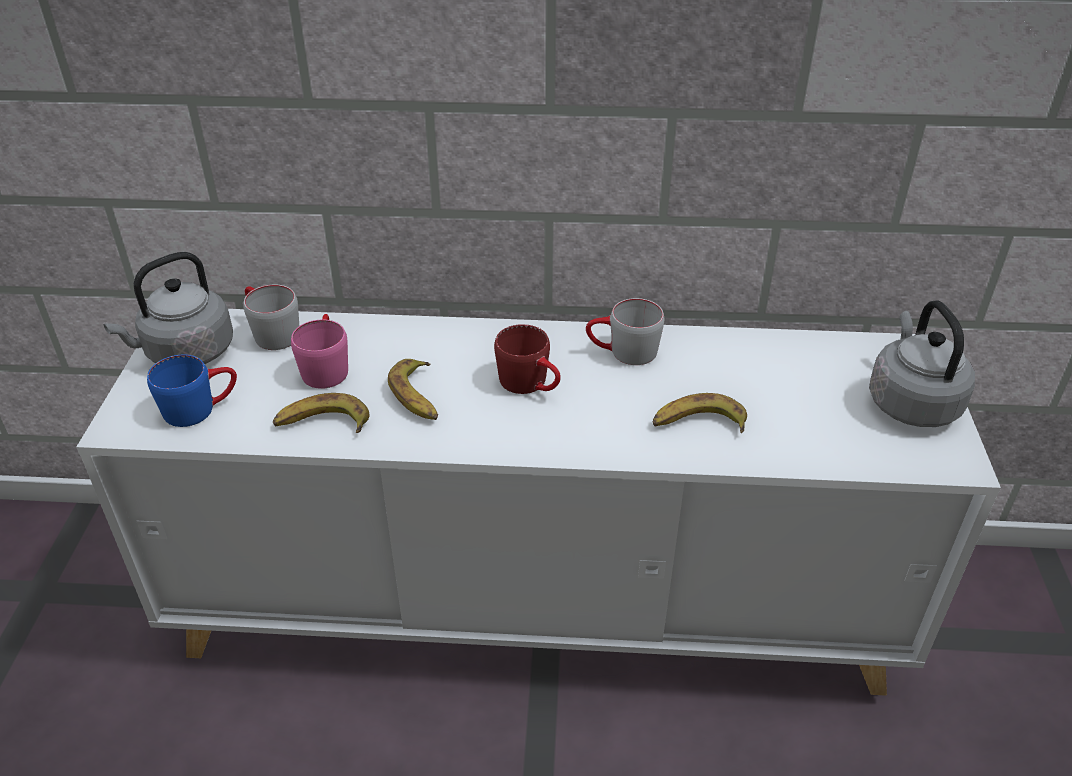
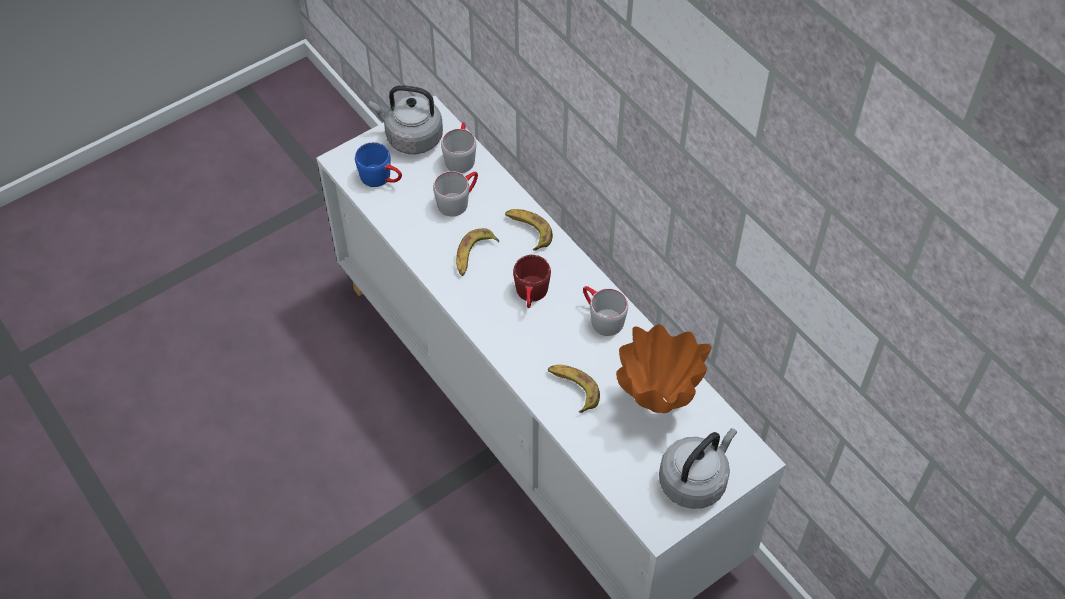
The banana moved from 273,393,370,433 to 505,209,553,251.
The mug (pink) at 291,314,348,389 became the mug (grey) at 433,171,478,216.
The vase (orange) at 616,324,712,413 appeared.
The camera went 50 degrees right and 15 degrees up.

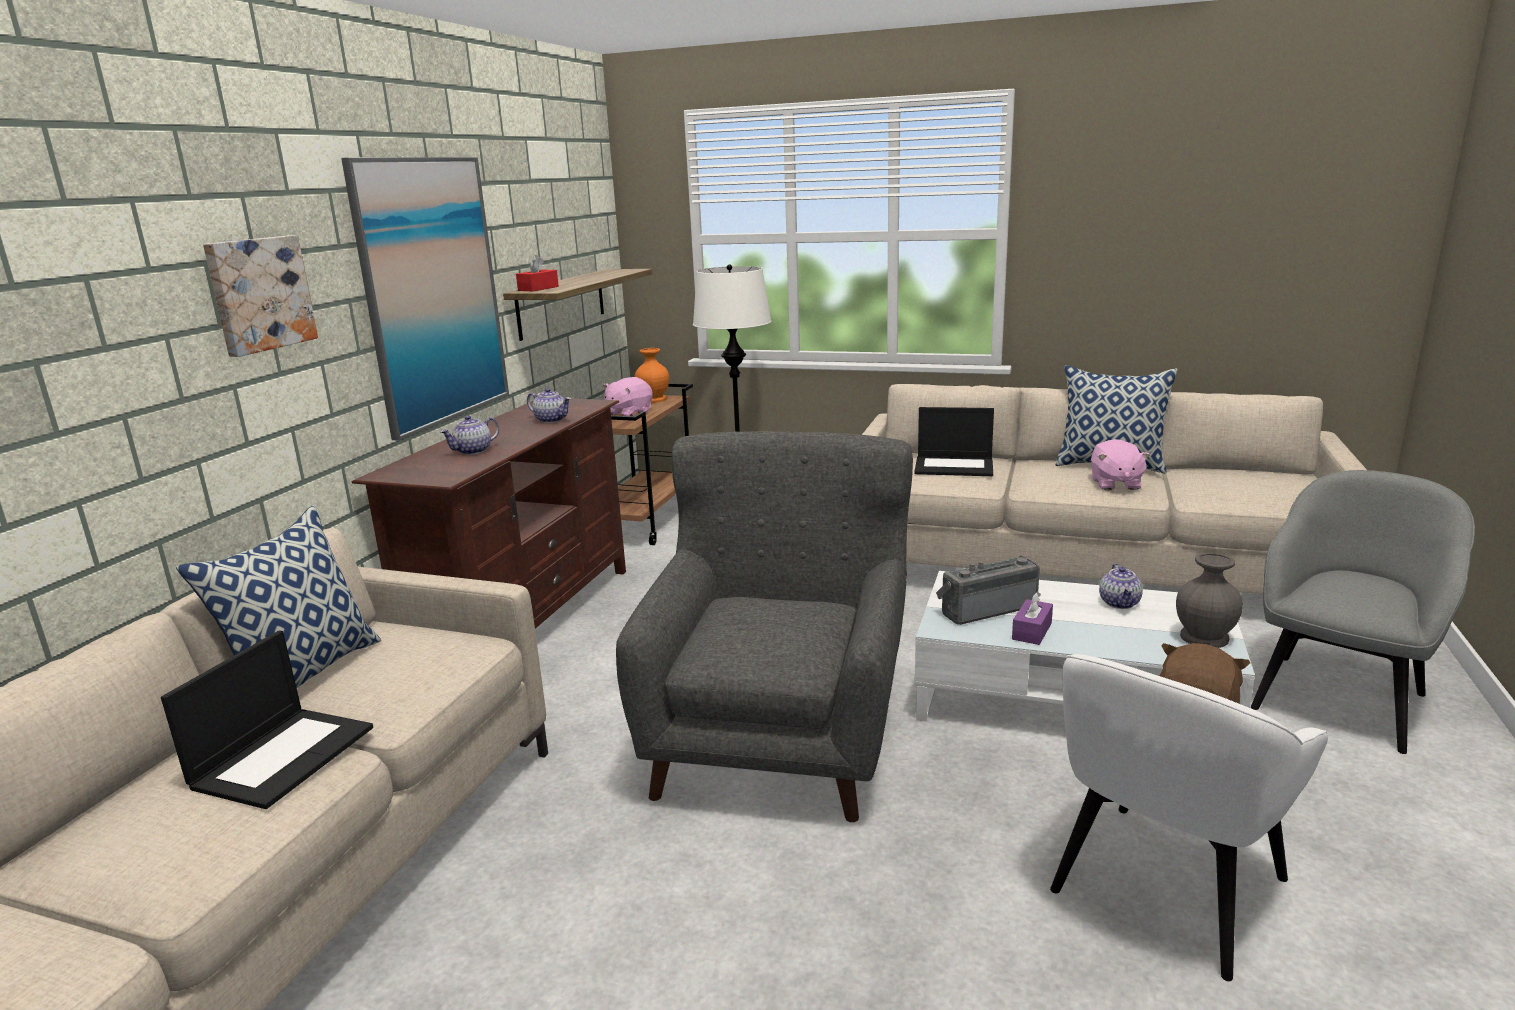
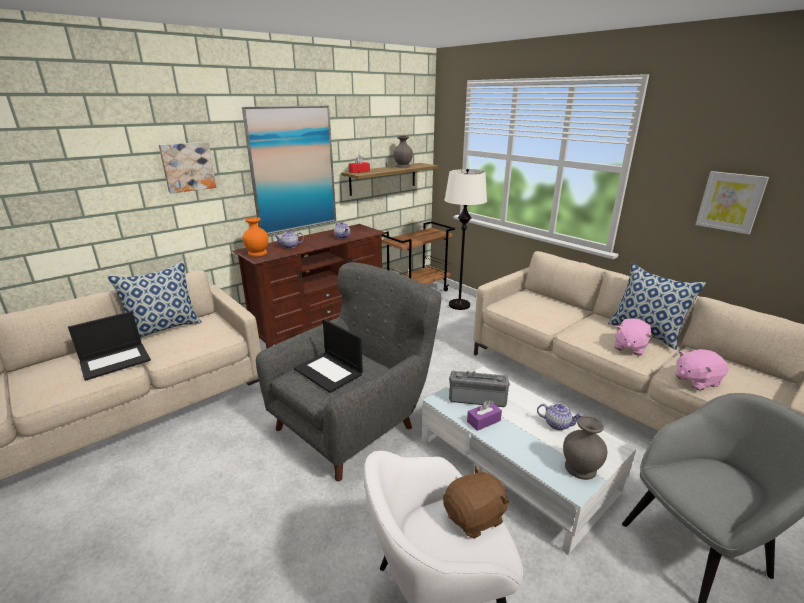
The plush toy (pink) moved from 603,377,653,416 to 675,349,729,391.
The vase (orange) moved from 635,348,669,403 to 242,217,268,256.
The laptop moved from 914,407,994,476 to 294,319,363,393.
The teapot at 1099,563,1143,609 turned 105 degrees counterclockwise.
The vase (grey) at 393,136,413,168 appeared.
The picture at 695,171,769,234 appeared.
The camera went 30 degrees right and 5 degrees up.

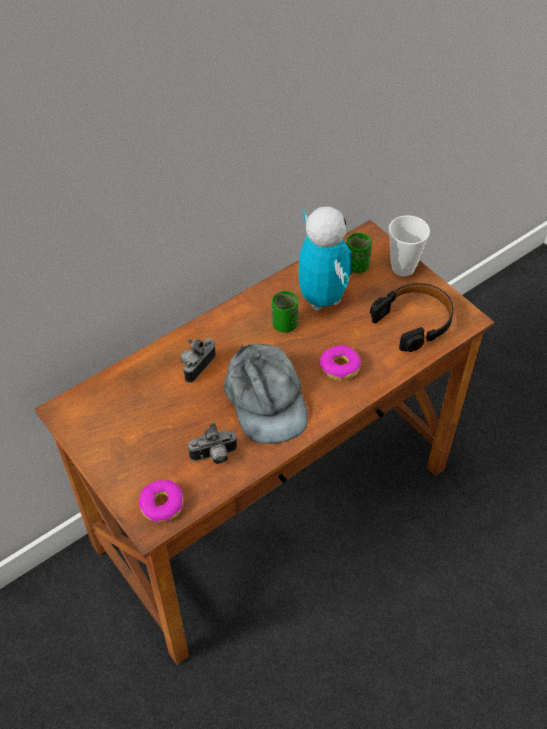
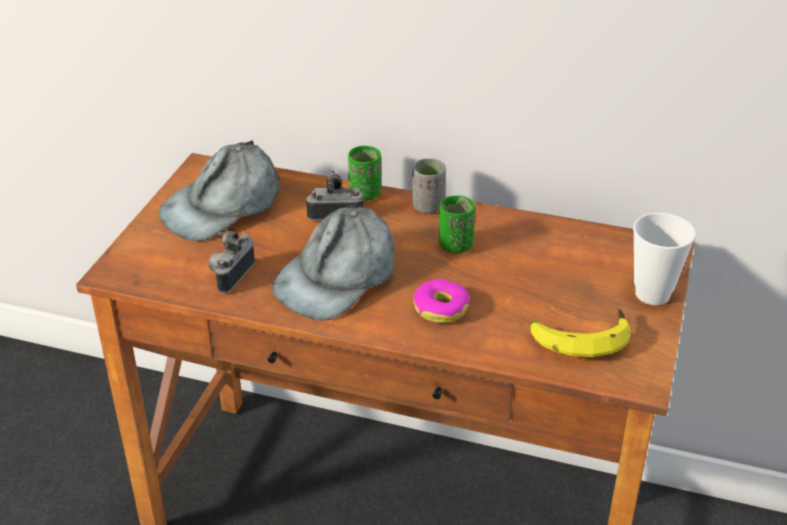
The donut at 139,480,183,522 disappeared.
The photo camera at 188,423,238,464 turned 75 degrees clockwise.
The toy robot at 298,206,352,311 disappeared.
The cup (green) moved from 347,233,372,273 to 348,146,381,200.
The headphones (black) at 370,283,454,352 was replaced by the banana at 531,308,631,357.
The cap (grey) at 159,140,280,241 appeared.
The cup (grey) at 412,158,446,214 appeared.
The camera went 55 degrees right and 15 degrees down.

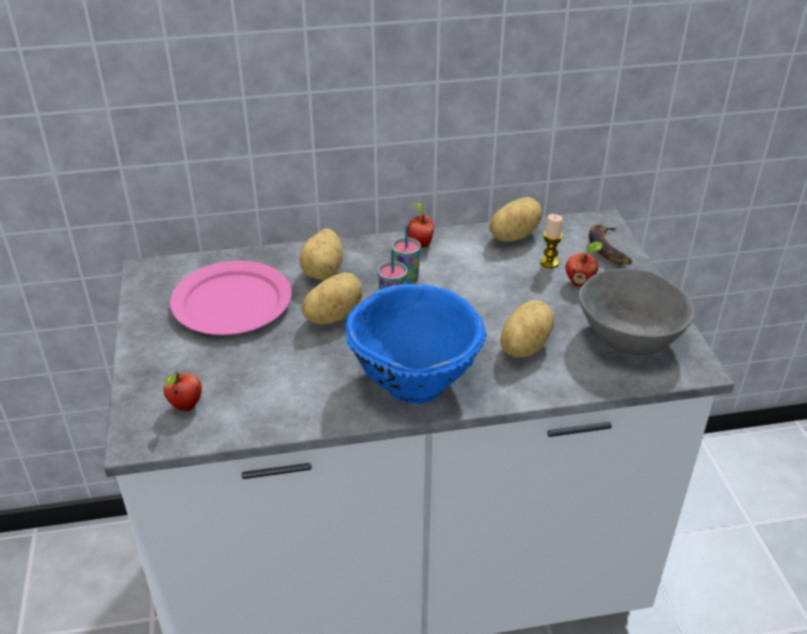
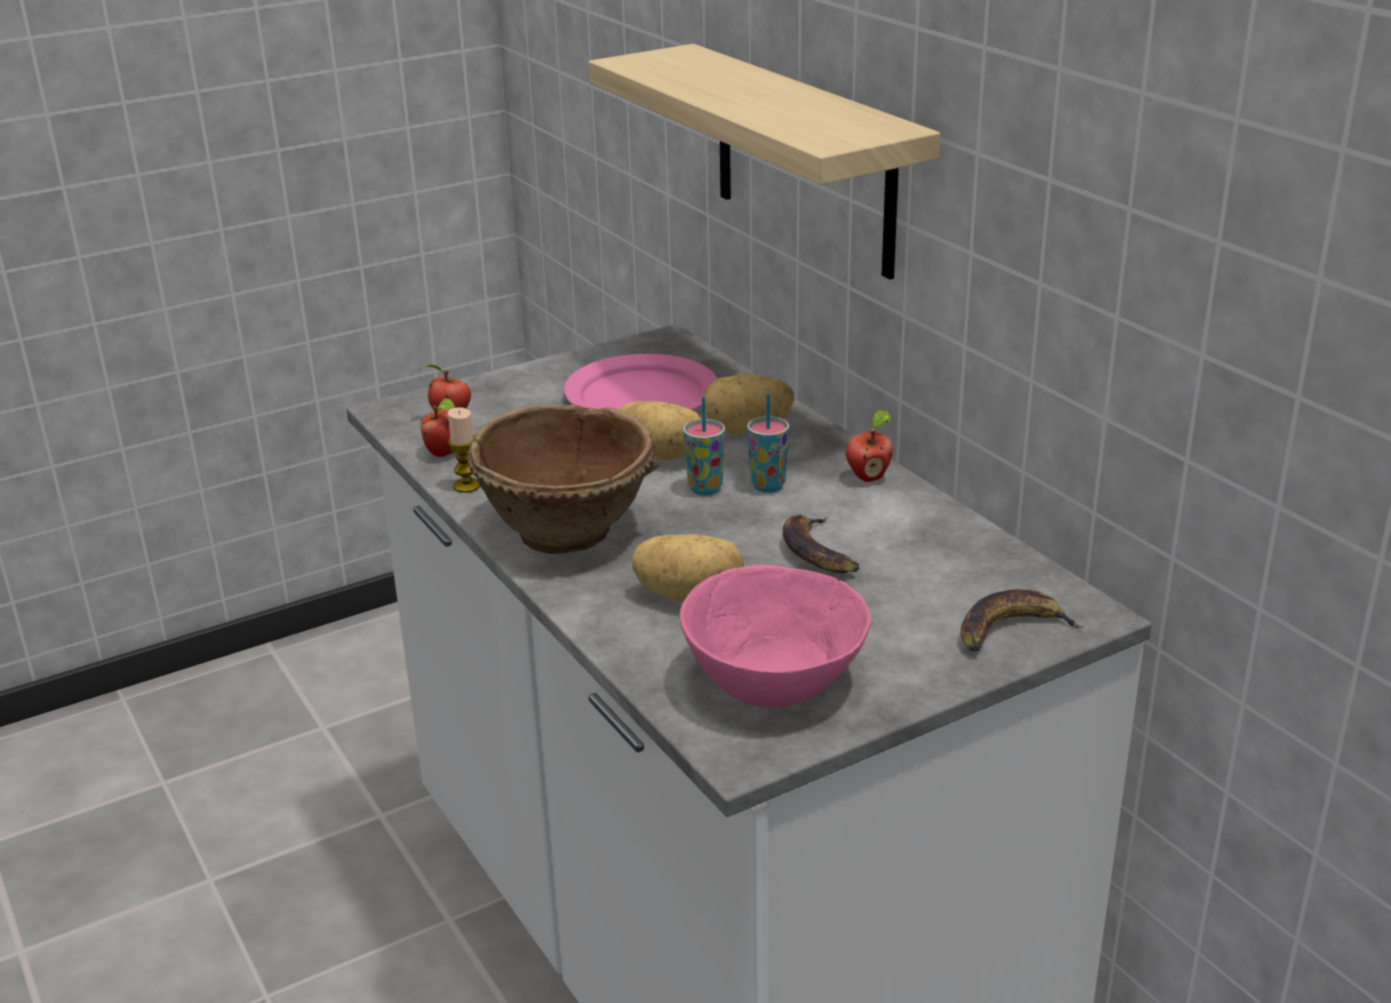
The bowl (blue) at 345,284,487,404 became the bowl (brown) at 467,404,659,554.
The potato at 489,197,542,242 disappeared.
The candle moved from 540,214,563,268 to 448,407,481,493.
The apple moved from 566,242,603,286 to 421,398,455,457.
The bowl (grey) at 579,268,695,355 became the bowl (pink) at 680,565,871,708.
The shelf at 588,44,940,280 appeared.
The banana at 783,515,859,573 appeared.
The camera went 70 degrees right and 10 degrees down.

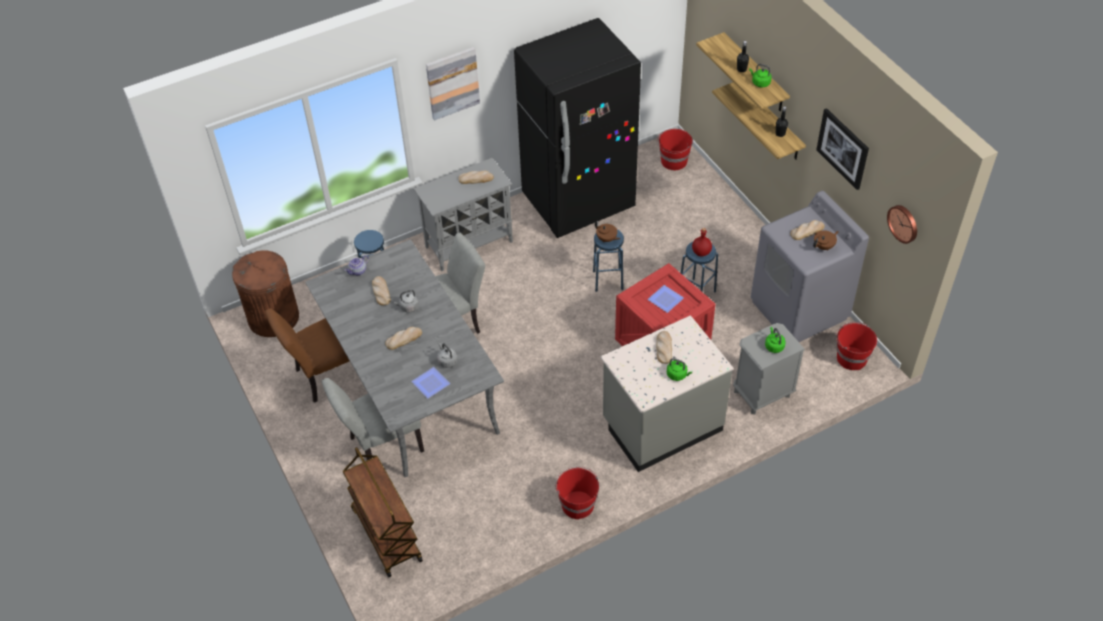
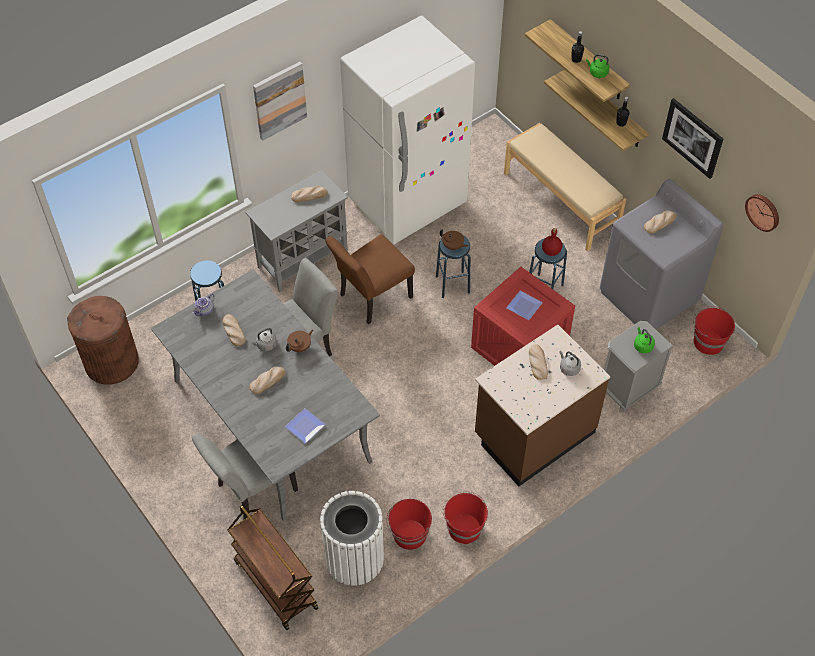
The chair (brown) moved from 265,308,350,403 to 325,234,415,324.
The kettle (grey) moved from 437,343,458,368 to 559,351,581,376.
The fridge (black) at 514,18,641,238 became the fridge (white) at 340,16,475,244.
The counter (grey) at 601,315,733,472 became the counter (brown) at 475,325,610,486.
The bucket (red) moved from 657,129,693,170 to 387,499,432,550.
The kettle (green) at 667,358,692,381 disappeared.
The teapot (brown) moved from 813,231,839,251 to 286,330,313,352.
The trash can (white) at 320,491,384,586 appeared.
The bench (beige) at 504,123,626,251 appeared.
The camera went 10 degrees left and 5 degrees up.

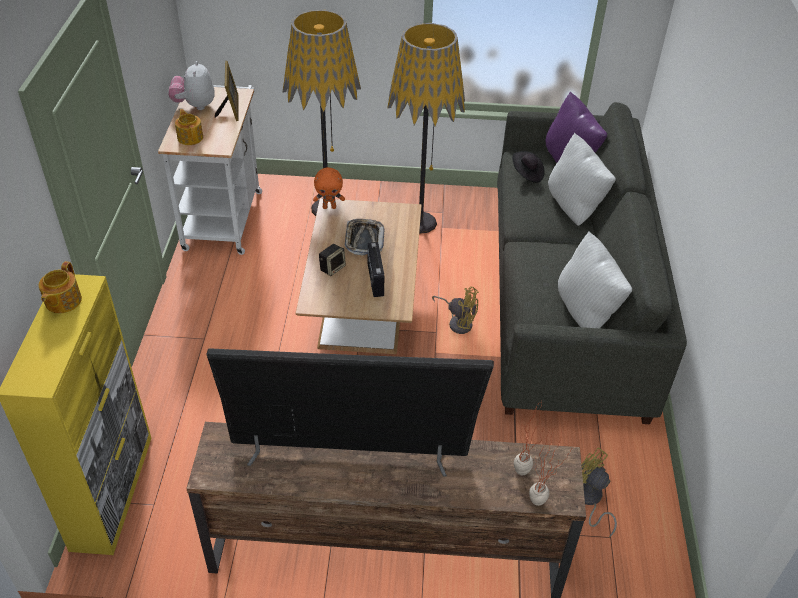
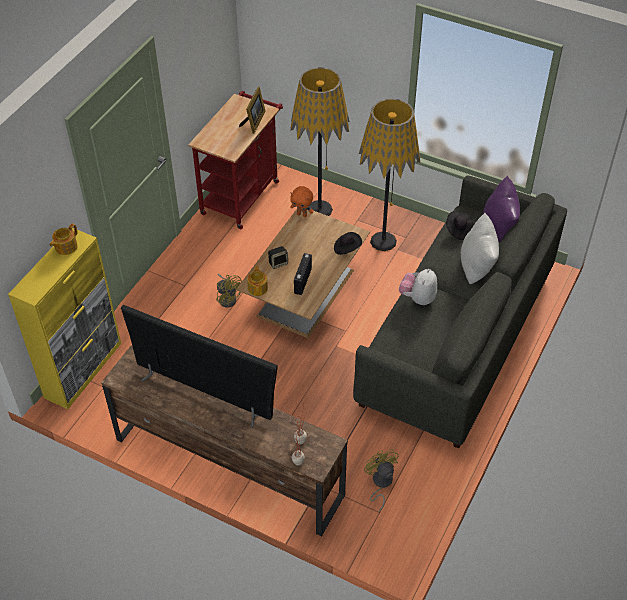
The cart (white) at 158,85,262,255 became the cart (red) at 188,91,283,229.
The plush toy moved from 168,61,215,110 to 399,269,437,305.
The teapot moved from 175,109,203,145 to 247,265,268,296.
The tray at 345,219,384,256 disappeared.
The fan (yellow) moved from 432,287,479,334 to 216,273,242,307.
The pillow (white) at 558,231,632,328 disappeared.
The hat (black) at 334,232,362,255 appeared.
The camera went 25 degrees right and 5 degrees up.

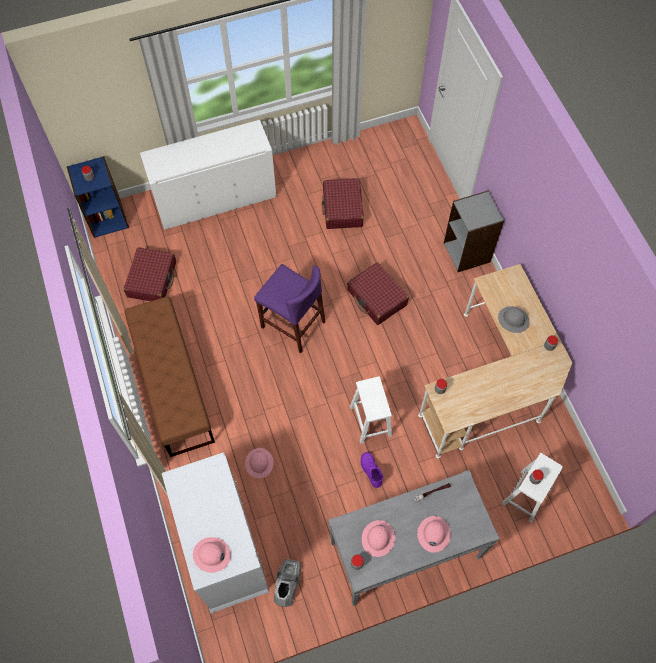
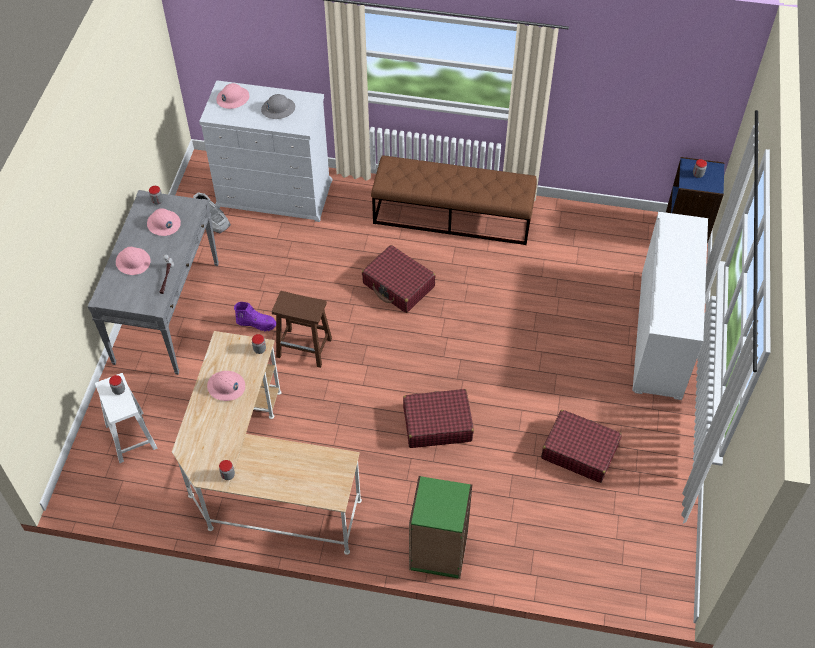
The suitcase (red) moved from 123,247,176,301 to 362,245,435,313.
The hard hat (pink) moved from 245,448,274,478 to 207,371,245,401.
The stool (purple) at 254,264,325,353 disappeared.
The stool (white) at 350,377,392,444 became the stool (brown) at 272,291,332,368.
The bookcase (grey) at 444,191,504,272 became the bookcase (green) at 409,476,472,579.
The hard hat (grey) moved from 498,306,530,333 to 261,94,295,119.
The camera went 120 degrees right and 10 degrees down.

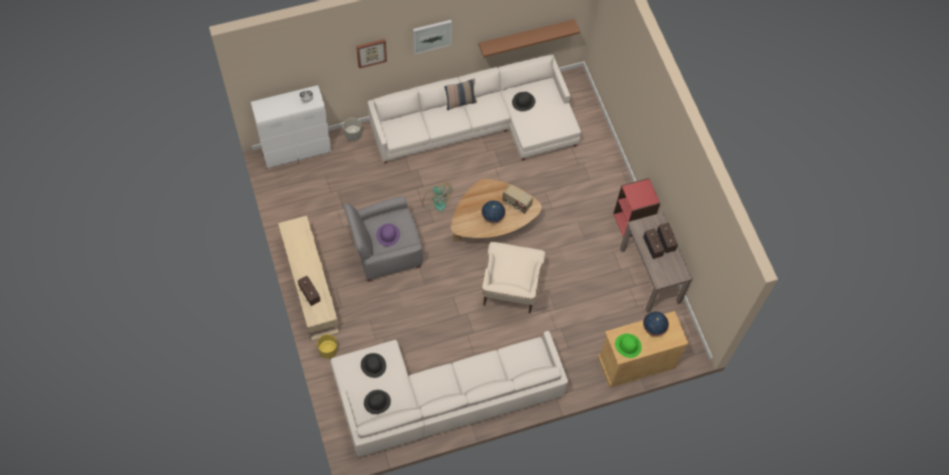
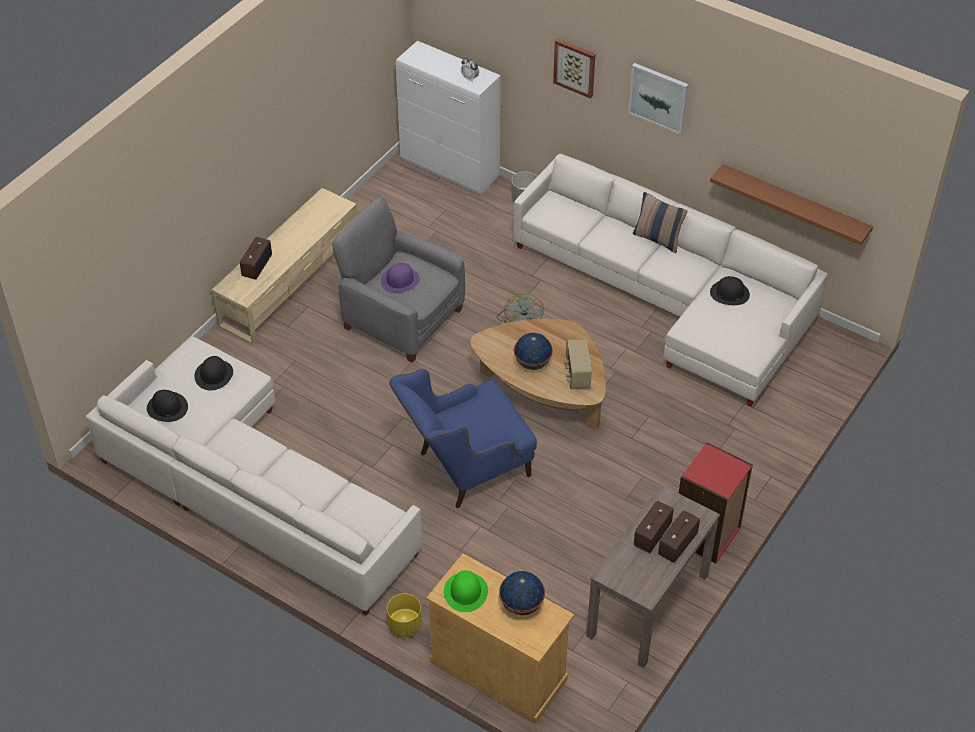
The planter (yellow) moved from 317,334,338,359 to 387,593,422,637.
The armchair (beige) at 481,242,545,314 became the armchair (blue) at 389,369,537,508.
The camera went 55 degrees right and 15 degrees down.

